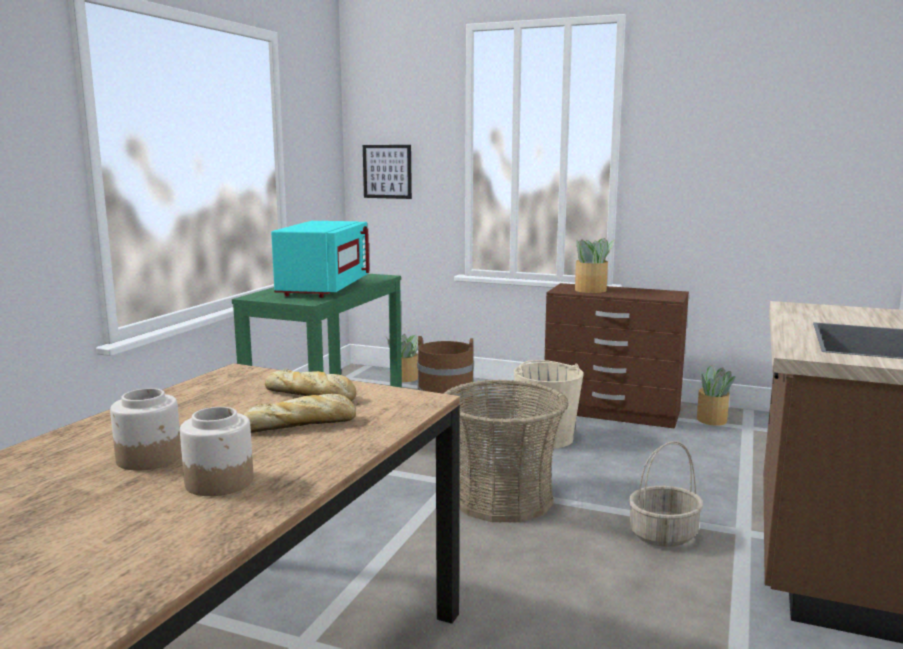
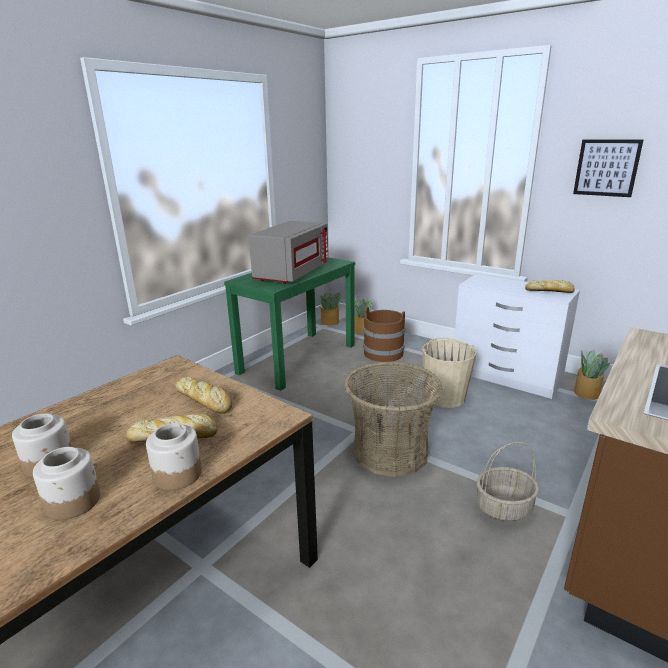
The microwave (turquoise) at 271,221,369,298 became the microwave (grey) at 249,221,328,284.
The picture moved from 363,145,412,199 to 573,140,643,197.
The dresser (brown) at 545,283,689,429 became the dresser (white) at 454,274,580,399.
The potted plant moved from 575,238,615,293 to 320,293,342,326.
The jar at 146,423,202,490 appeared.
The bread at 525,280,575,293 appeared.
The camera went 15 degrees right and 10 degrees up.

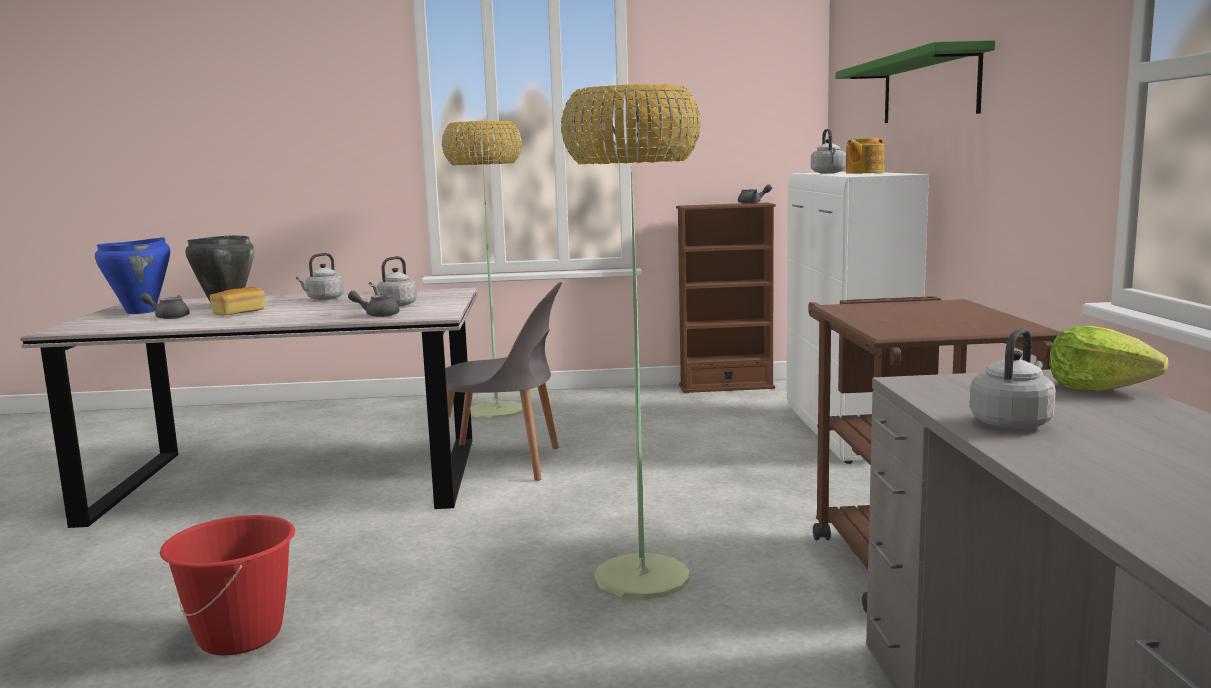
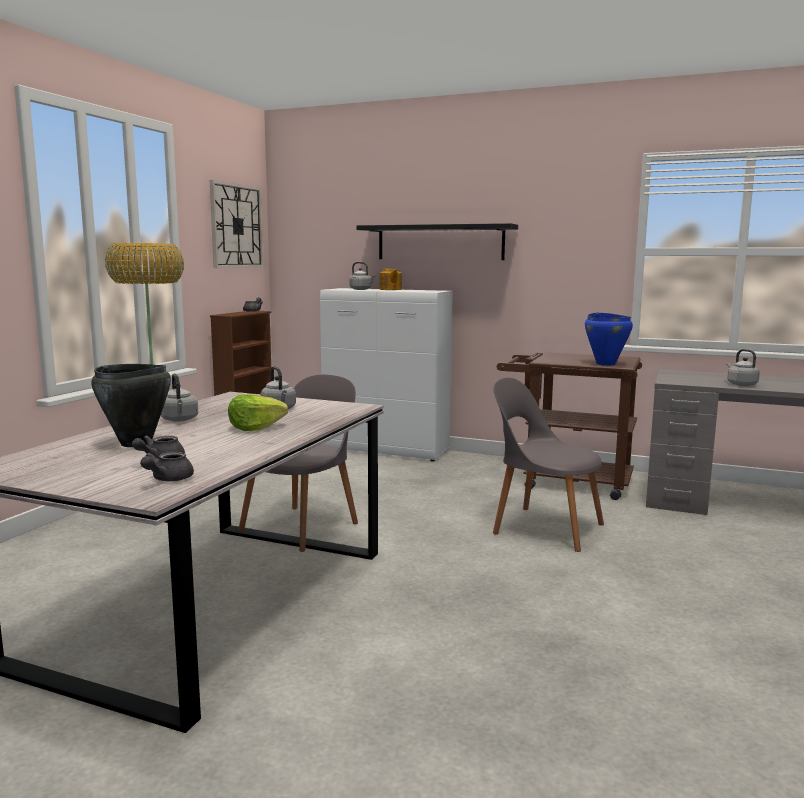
The cooking pot (blue) moved from 95,237,170,314 to 585,313,633,366.
The bucket (red) at 160,515,295,655 disappeared.
The bread at 210,286,265,315 disappeared.
The teapot (grey) moved from 348,291,399,317 to 140,452,194,482.
The floor lamp at 561,84,701,599 was replaced by the chair (grey) at 493,378,604,552.
The shelf (green) at 836,40,995,123 became the shelf (black) at 357,223,518,260.
The lettuce moved from 1049,326,1168,391 to 228,394,288,431.
The wall clock at 210,180,264,268 appeared.
The camera went 65 degrees left and 0 degrees up.

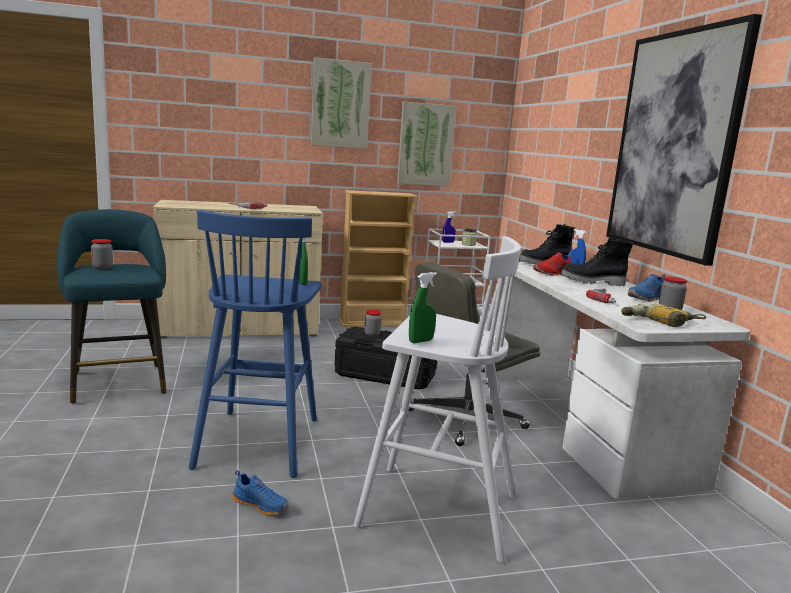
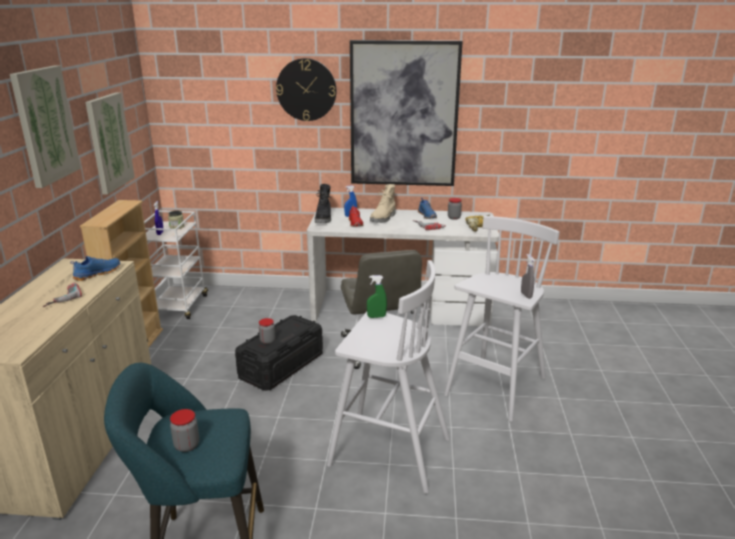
The stool (blue) at 189,210,322,478 became the stool (white) at 327,260,450,494.
The shoe (blue) moved from 232,470,289,515 to 70,256,120,281.
The spray bottle (green) at 409,272,437,343 became the spray bottle (grey) at 521,254,535,299.
The boot (black) at 561,238,633,286 became the boot (beige) at 370,184,396,223.
The wall clock at 276,58,336,121 appeared.
The camera went 70 degrees left and 10 degrees up.

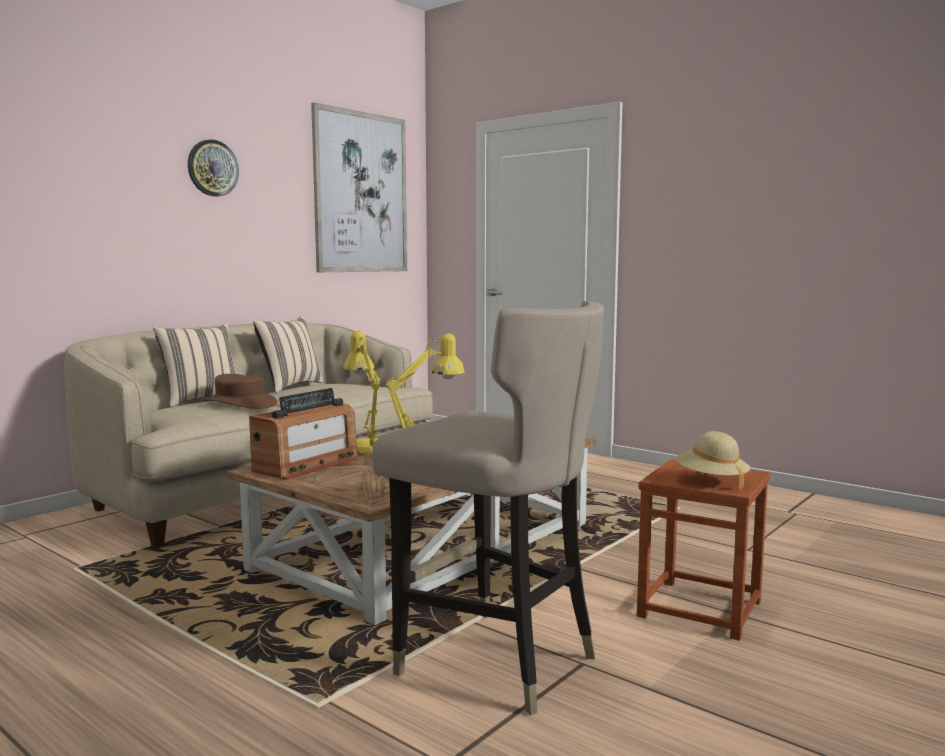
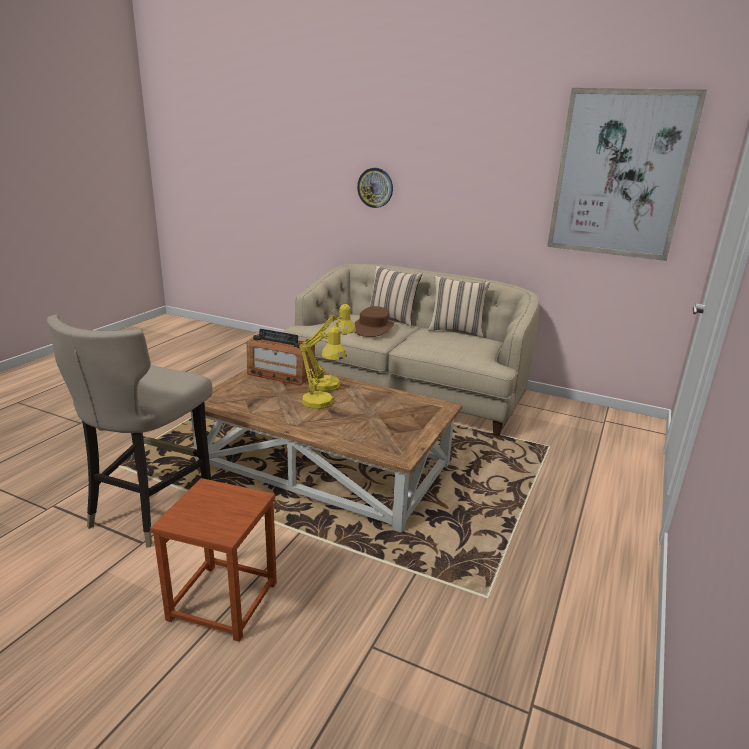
The wall clock moved from 188,139,239,196 to 357,168,393,208.
The hat (beige) at 675,431,751,490 disappeared.
The camera went 75 degrees right and 15 degrees up.

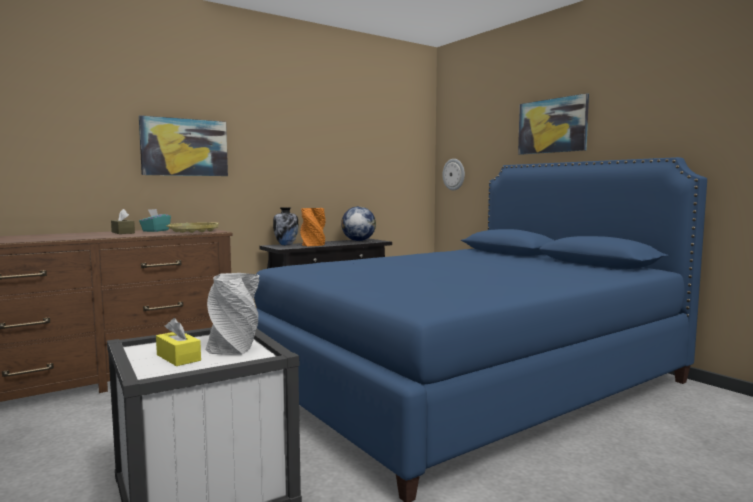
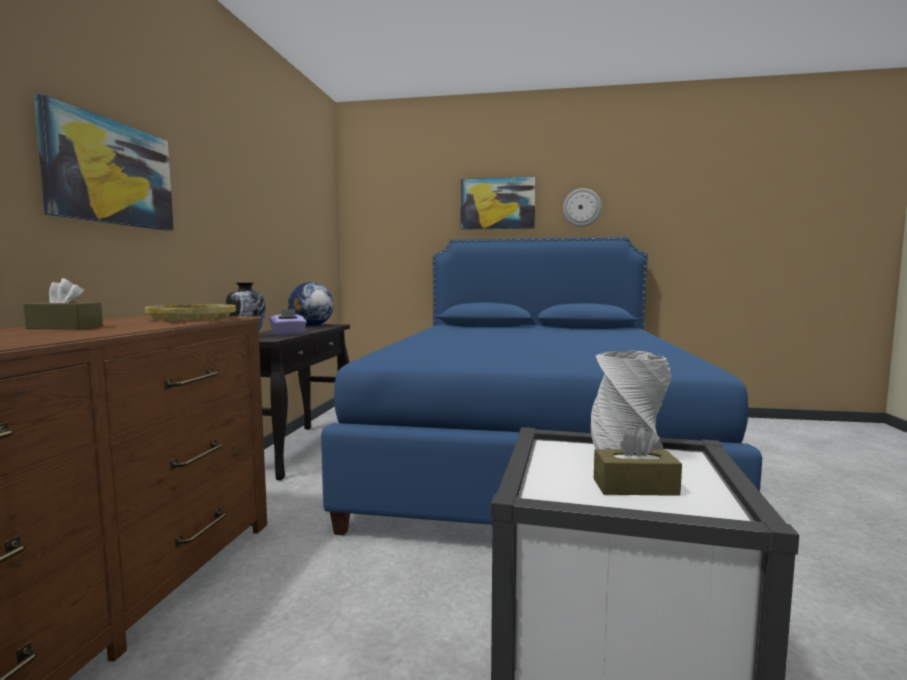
The tissue box (turquoise) at 139,209,171,232 disappeared.
The tissue box (yellow) at 156,318,201,366 became the tissue box (brown) at 594,426,682,496.
The vase (orange) at 300,208,326,246 was replaced by the tissue box (purple) at 269,309,307,335.
The wall clock moved from 443,159,465,191 to 563,188,602,227.
The camera went 45 degrees left and 0 degrees up.

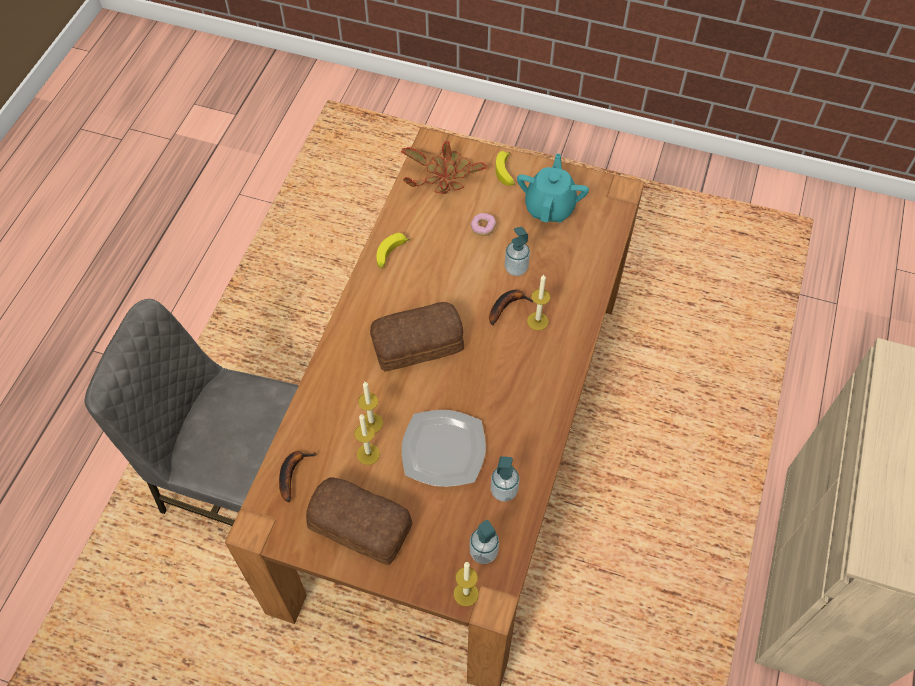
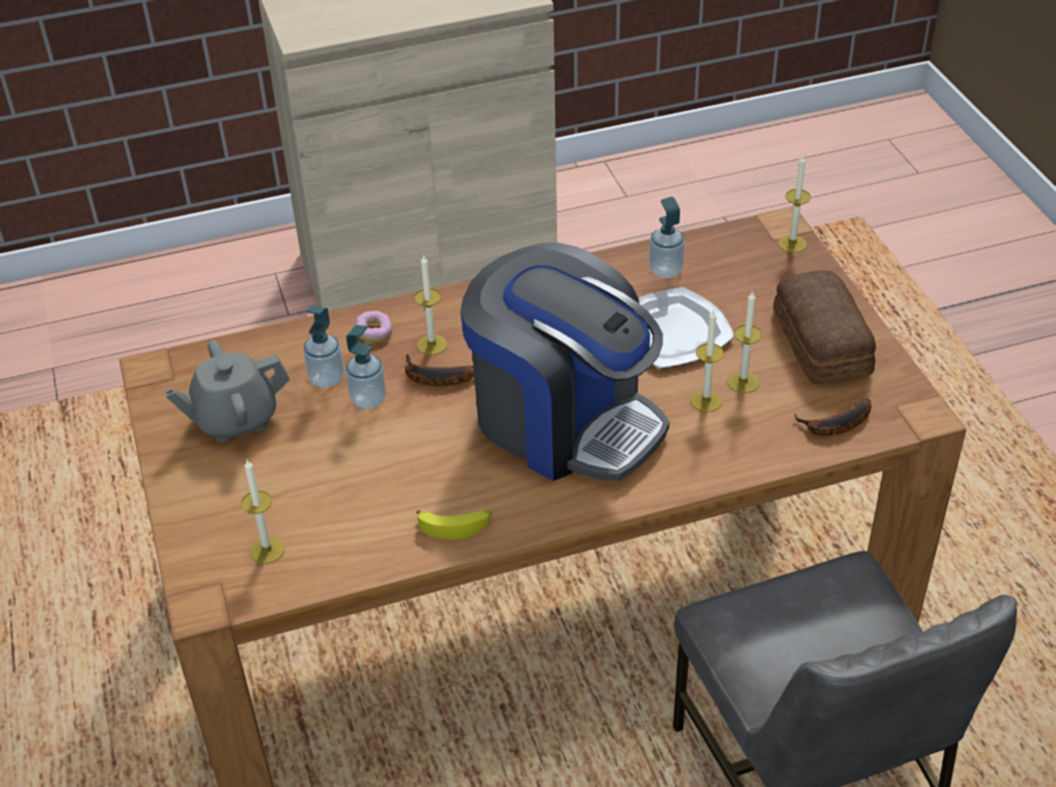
The bread at 370,302,464,372 was replaced by the coffee machine at 460,243,669,481.
The potted plant at 401,141,487,194 was replaced by the candle at 241,460,285,564.
The soap dispenser moved from 469,520,499,564 to 303,306,344,388.
The donut moved from 471,213,496,236 to 355,311,392,343.
The banana at 495,151,515,186 disappeared.
The teapot (turquoise) at 517,153,589,223 became the teapot (grey) at 164,340,290,442.
The camera went 125 degrees left and 15 degrees down.

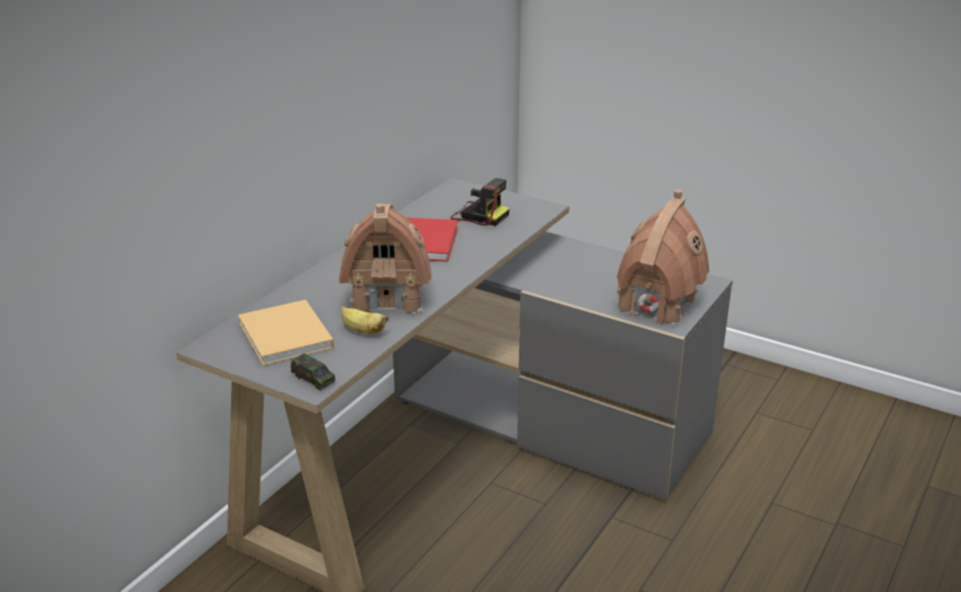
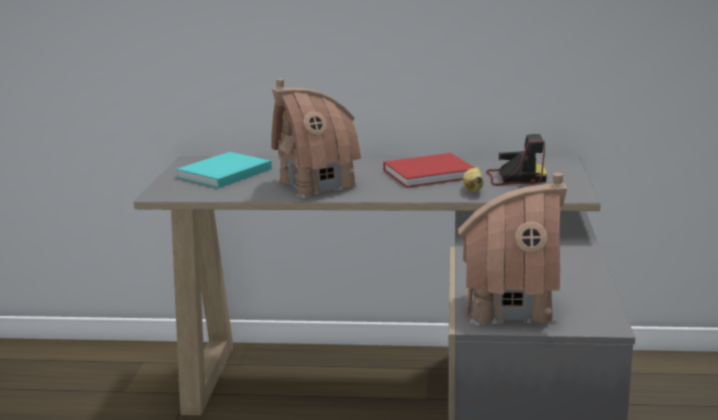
The book (beige) at 238,300,334,366 became the book (turquoise) at 176,152,272,188.
The toy car at 291,354,335,390 disappeared.
The banana moved from 341,307,389,334 to 463,167,484,192.
The photo camera at 450,178,510,226 turned 90 degrees counterclockwise.
The camera went 65 degrees right and 10 degrees down.

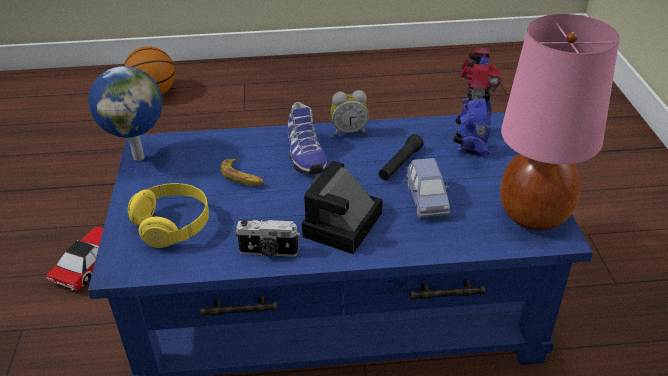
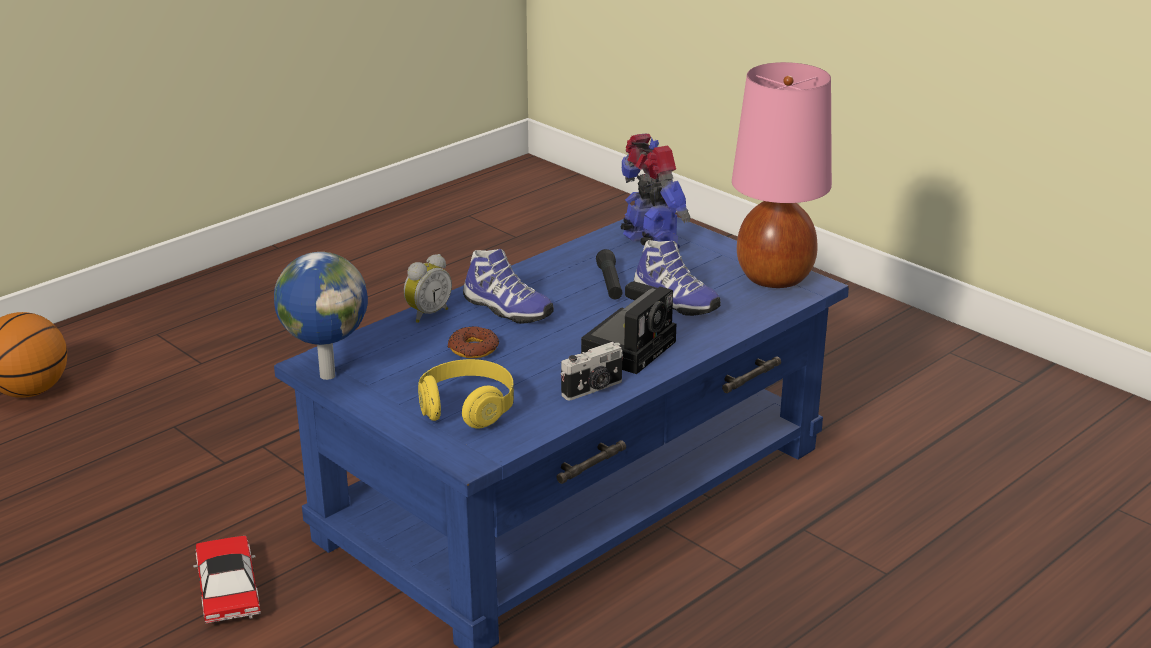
The banana at 220,158,264,186 was replaced by the donut at 447,326,499,358.
The photo camera at 302,161,382,254 turned 135 degrees counterclockwise.
The alarm clock moved from 330,90,369,136 to 404,254,452,323.
The toy car (blue) at 406,158,450,218 was replaced by the shoe at 634,240,721,316.
The camera went 40 degrees left and 10 degrees down.

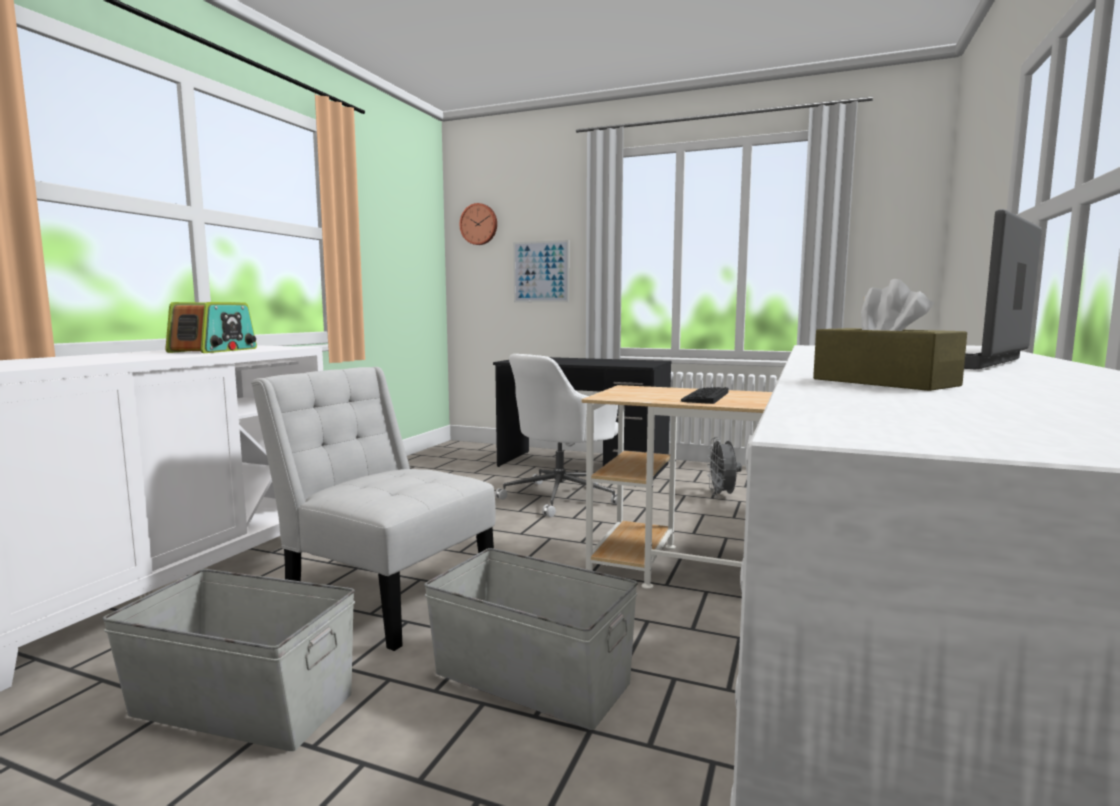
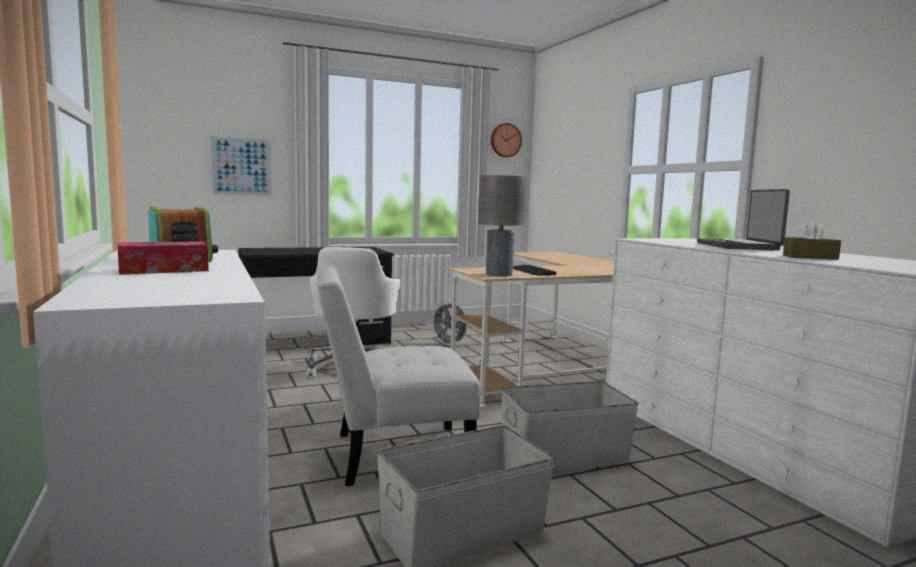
The wall clock moved from 460,203,497,245 to 491,123,522,157.
The tissue box at 117,241,209,275 appeared.
The table lamp (grey) at 478,175,527,276 appeared.
The camera went 45 degrees left and 0 degrees up.

